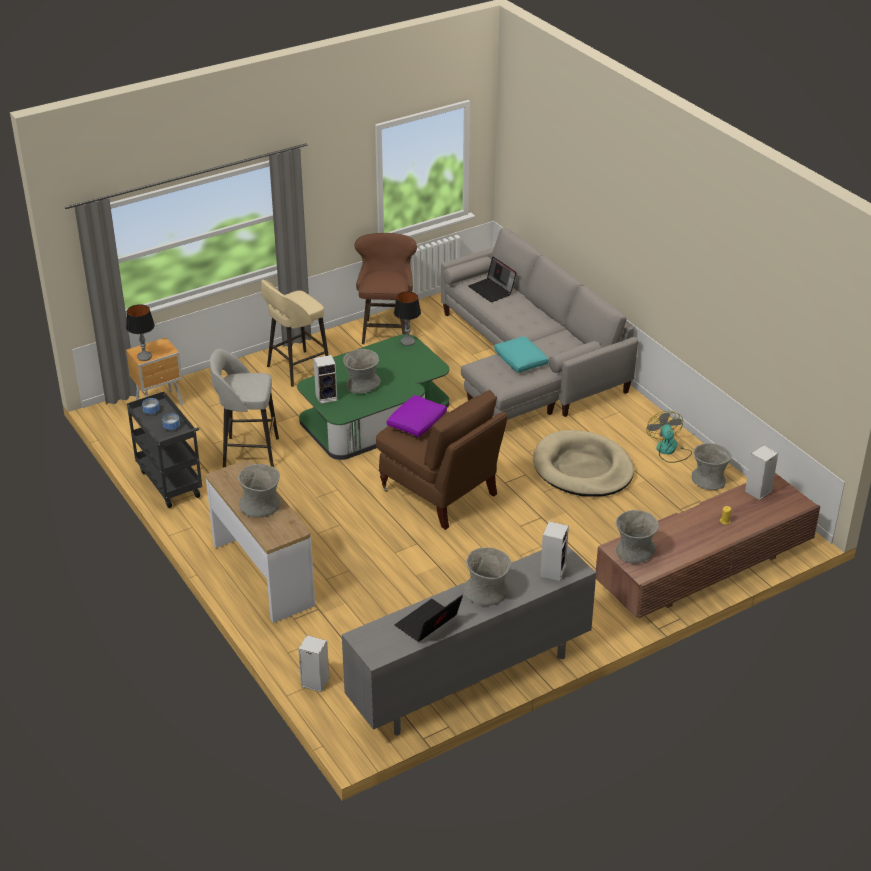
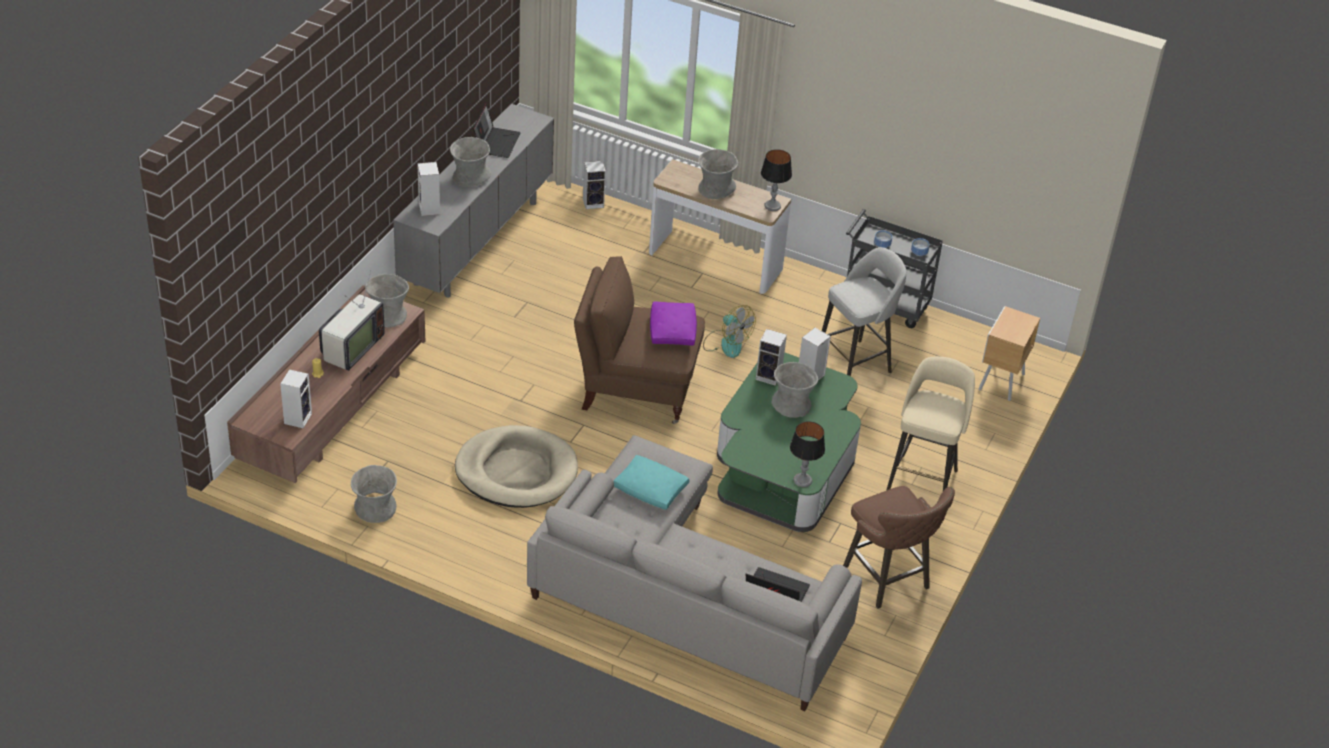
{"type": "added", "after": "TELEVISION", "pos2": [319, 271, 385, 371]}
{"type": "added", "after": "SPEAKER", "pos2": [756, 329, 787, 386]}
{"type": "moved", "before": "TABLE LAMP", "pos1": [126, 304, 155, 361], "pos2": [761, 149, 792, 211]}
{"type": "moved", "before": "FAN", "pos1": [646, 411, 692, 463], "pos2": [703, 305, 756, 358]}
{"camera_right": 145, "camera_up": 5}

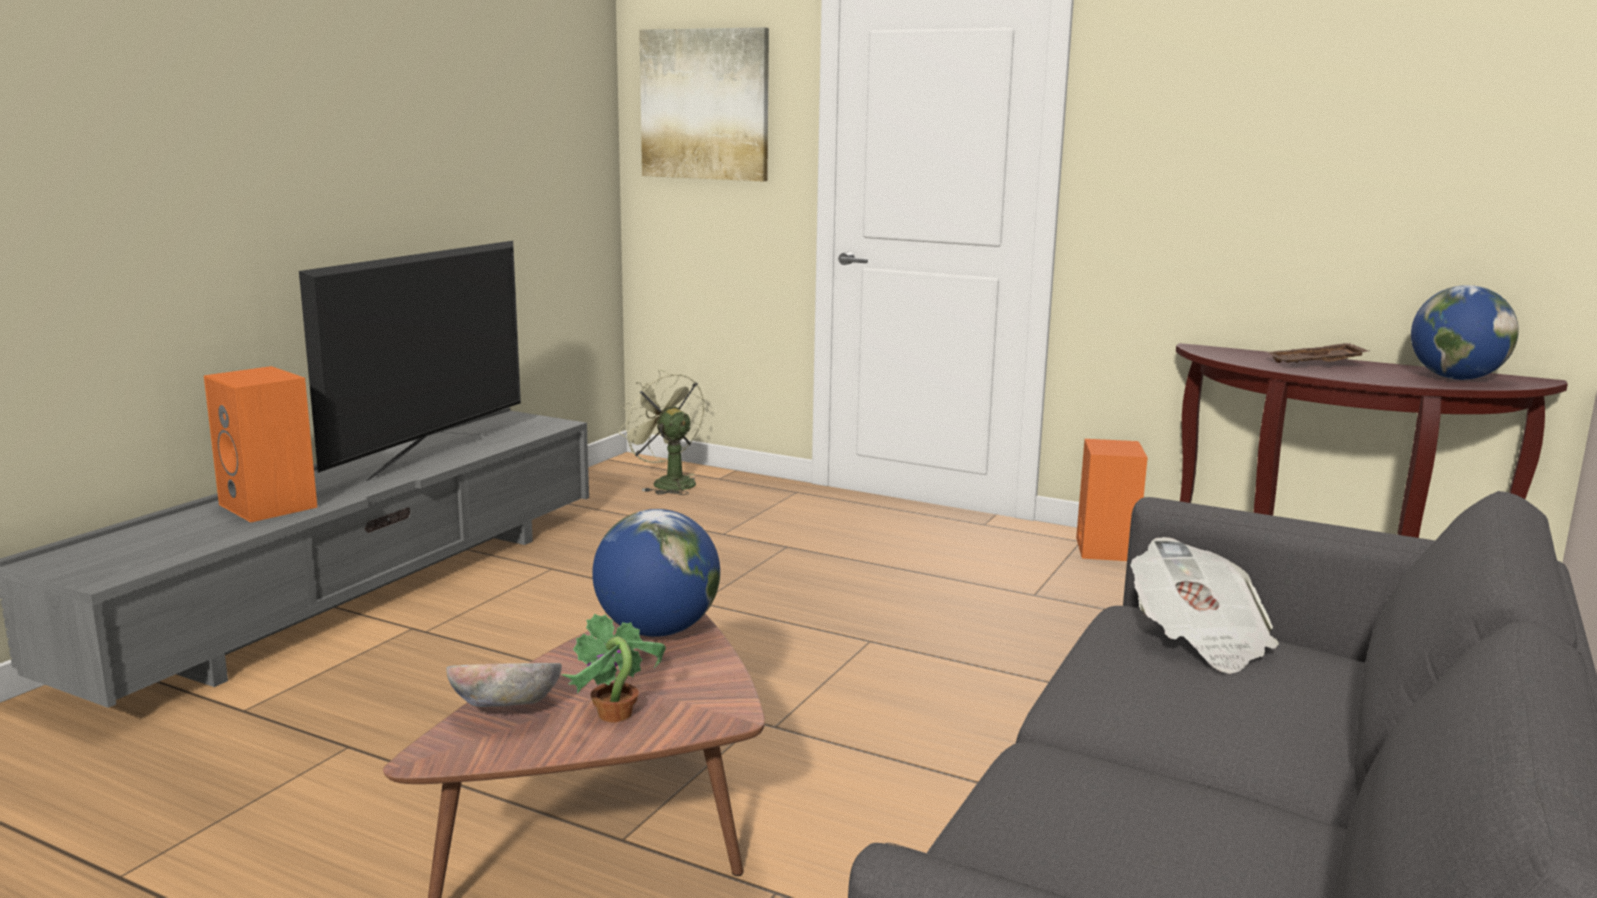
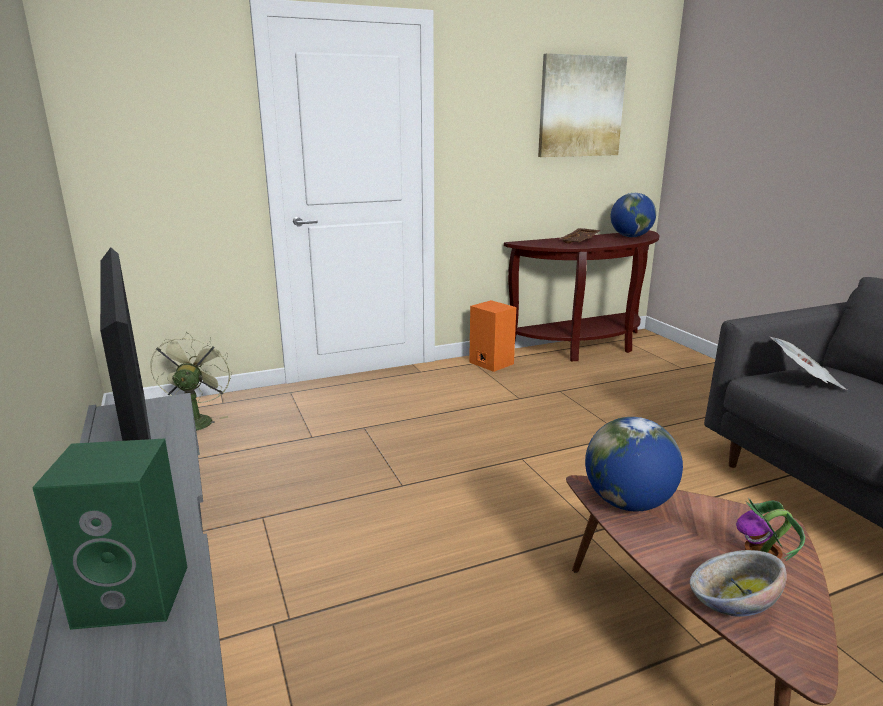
{"type": "moved", "before": "PICTURE", "pos1": [639, 27, 769, 181], "pos2": [538, 53, 627, 157]}
{"type": "recoloured", "before": "ORANGE SPEAKER", "after": "GREEN SPEAKER", "pos1": [204, 366, 317, 522], "pos2": [32, 439, 187, 630]}
{"type": "turned", "before": "GREEN FAN", "pos1": [619, 370, 704, 495], "pos2": [150, 332, 232, 431], "turn": 90}
{"camera_right": -50, "camera_up": 5}

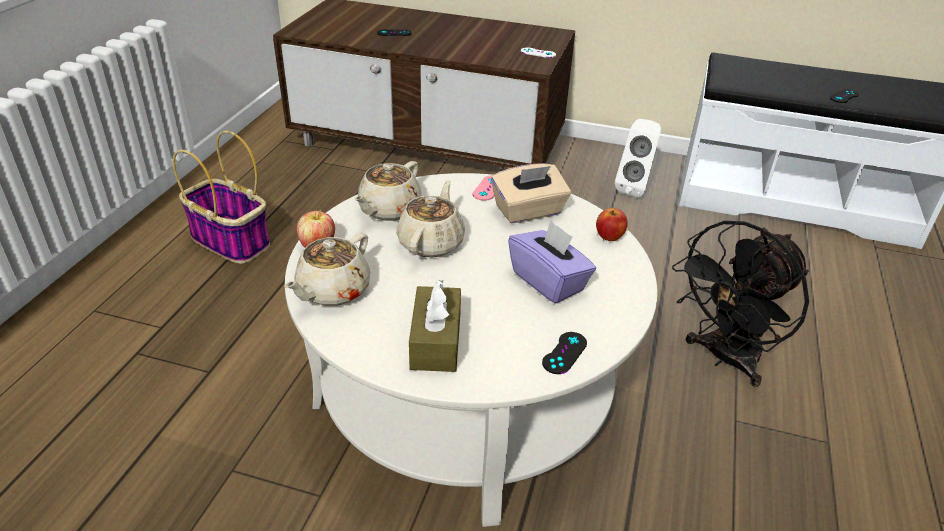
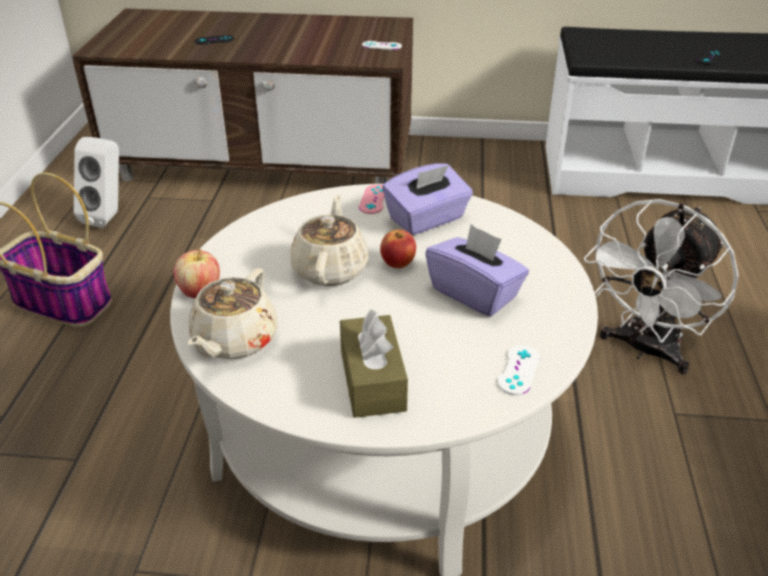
{"type": "removed", "before": "BEIGE TEAPOT", "pos1": [354, 161, 422, 221]}
{"type": "moved", "before": "APPLE", "pos1": [596, 208, 628, 241], "pos2": [380, 229, 416, 268]}
{"type": "moved", "before": "WHITE SPEAKER", "pos1": [615, 119, 661, 197], "pos2": [74, 137, 119, 228]}
{"type": "recoloured", "before": "BEIGE TISSUE BOX", "after": "PURPLE TISSUE BOX", "pos1": [491, 163, 571, 223], "pos2": [382, 163, 473, 235]}
{"type": "recoloured", "before": "BLACK GAME CONTROLLER", "after": "WHITE GAME CONTROLLER", "pos1": [542, 332, 587, 374], "pos2": [498, 345, 540, 395]}
{"type": "recoloured", "before": "BLACK FAN", "after": "WHITE FAN", "pos1": [672, 221, 809, 387], "pos2": [584, 199, 739, 374]}
{"camera_right": -10, "camera_up": 0}

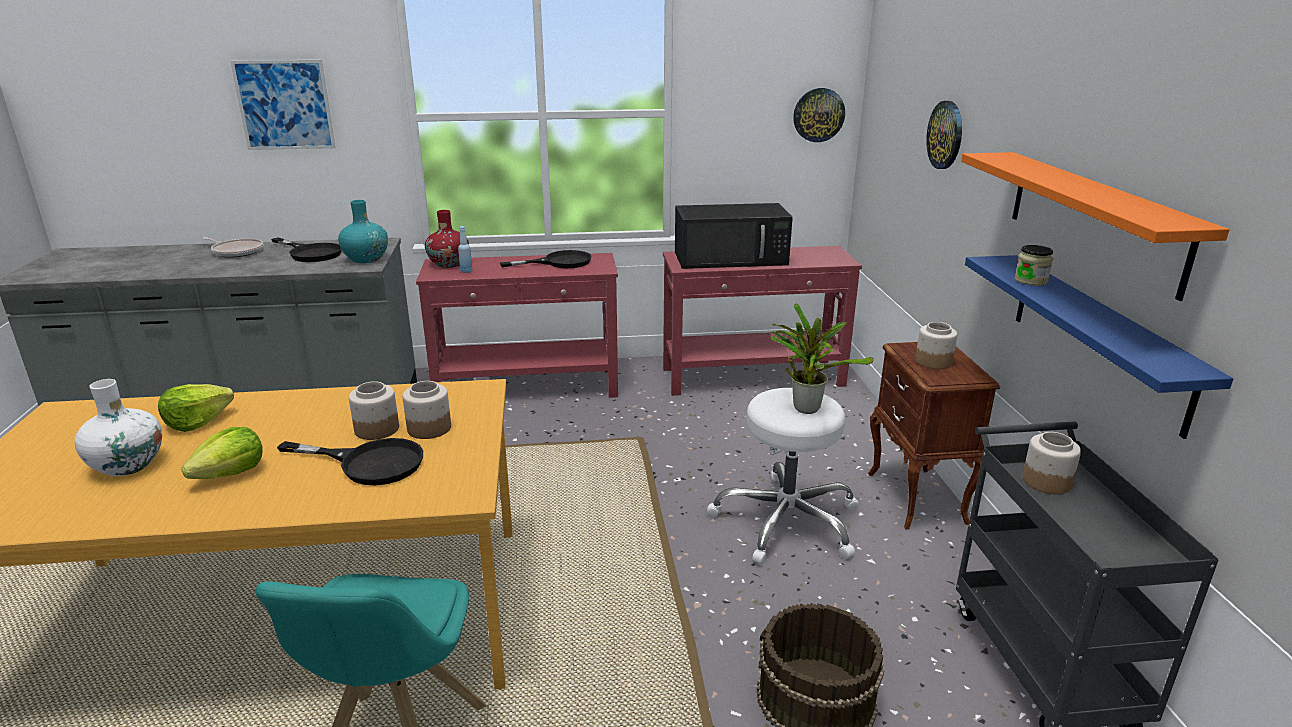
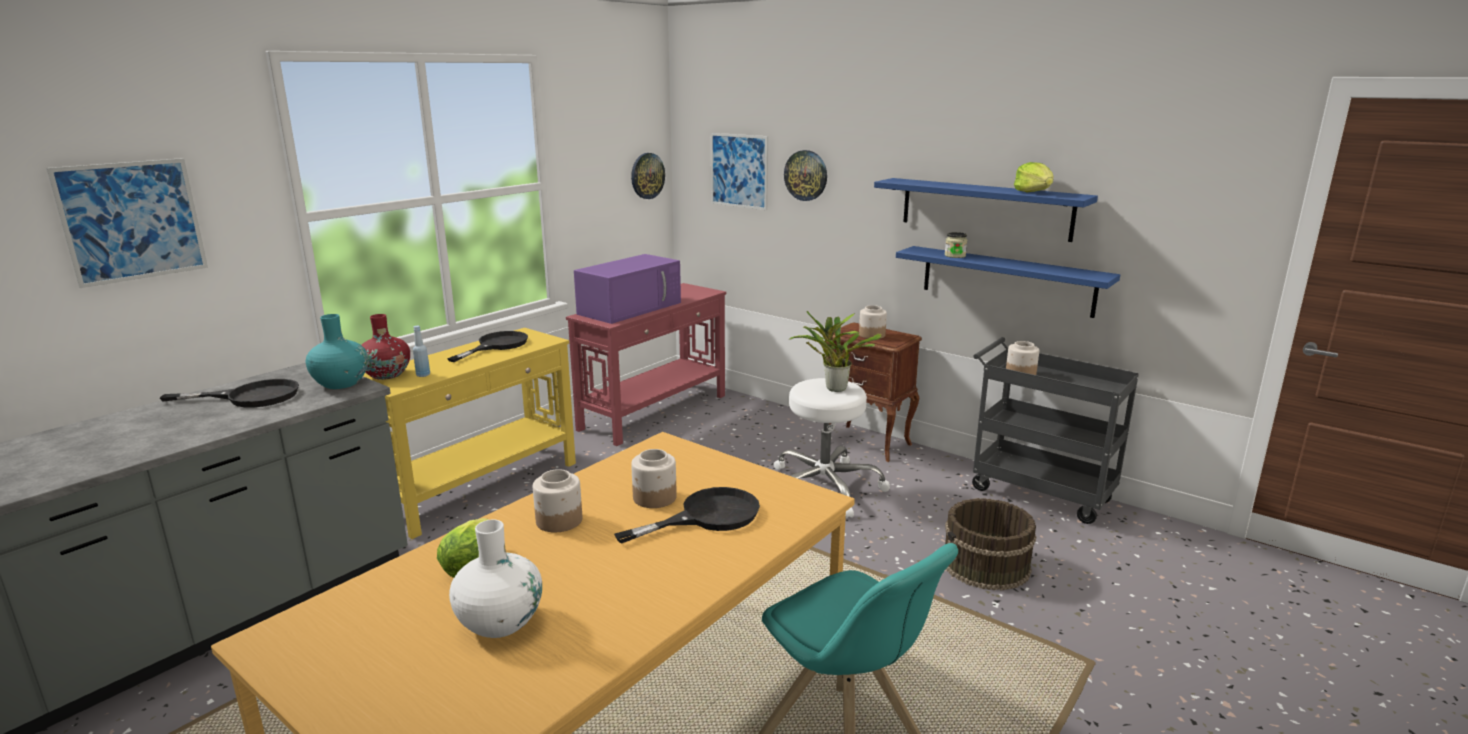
{"type": "removed", "before": "FRYING PAN", "pos1": [202, 237, 263, 257]}
{"type": "added", "after": "PICTURE", "pos2": [711, 133, 768, 210]}
{"type": "moved", "before": "LETTUCE", "pos1": [181, 427, 263, 479], "pos2": [1014, 162, 1054, 192]}
{"type": "moved", "before": "JAR", "pos1": [403, 381, 451, 439], "pos2": [533, 469, 582, 532]}
{"type": "recoloured", "before": "RED CONSOLE TABLE", "after": "YELLOW CONSOLE TABLE", "pos1": [416, 253, 618, 398], "pos2": [363, 328, 576, 539]}
{"type": "recoloured", "before": "BLACK MICROWAVE", "after": "PURPLE MICROWAVE", "pos1": [675, 203, 793, 269], "pos2": [574, 254, 681, 324]}
{"type": "recoloured", "before": "ORANGE SHELF", "after": "BLUE SHELF", "pos1": [961, 152, 1230, 301], "pos2": [874, 178, 1098, 242]}
{"camera_right": -45, "camera_up": -5}

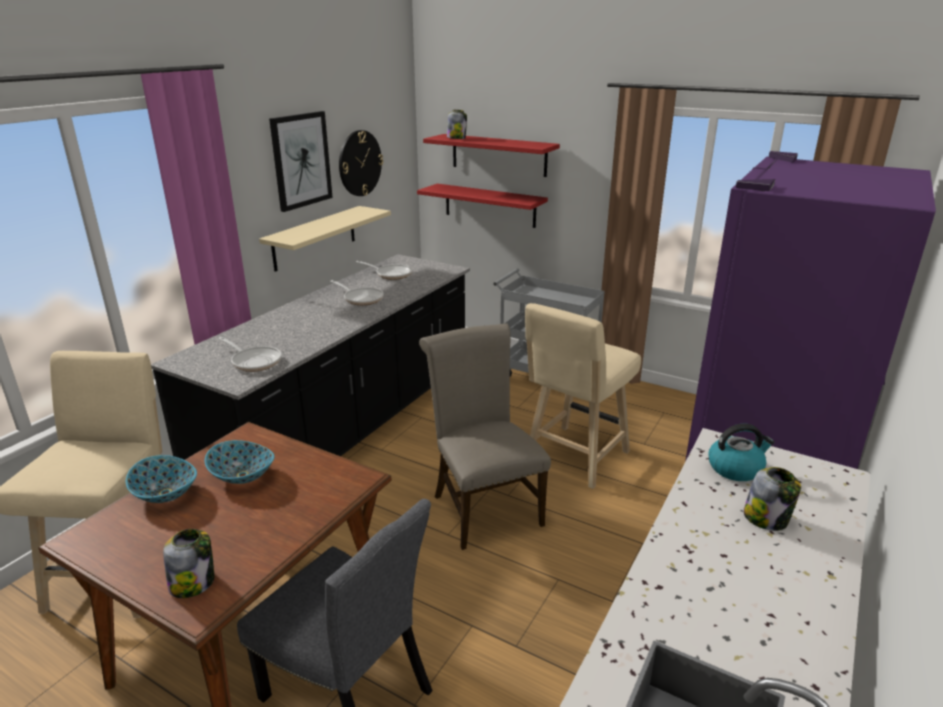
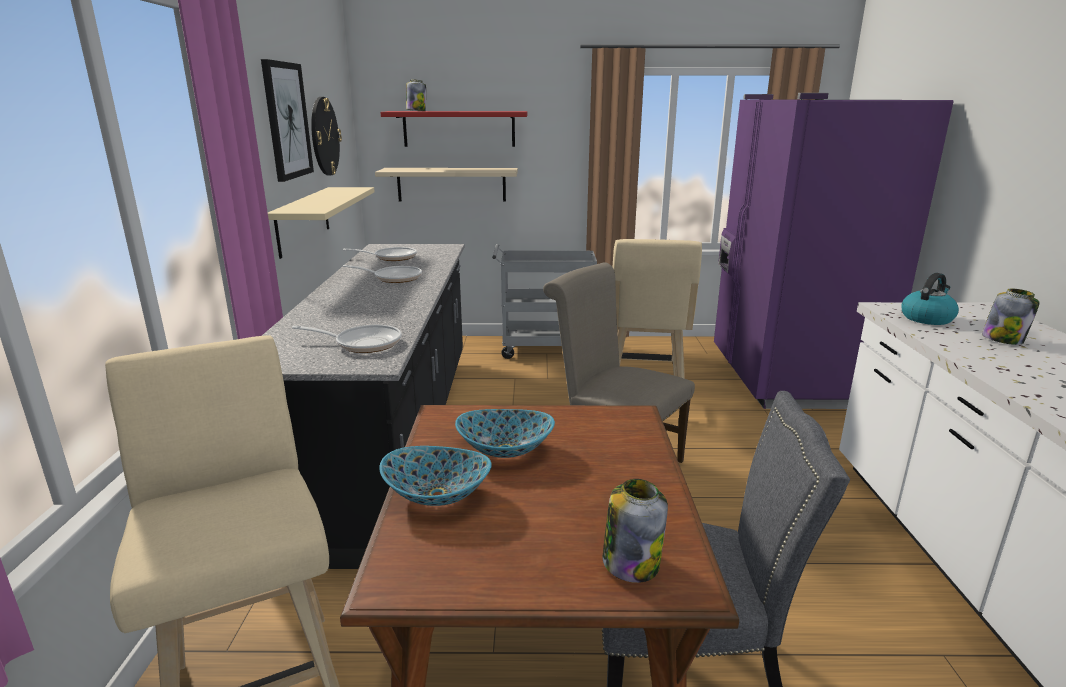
{"type": "recoloured", "before": "RED SHELF", "after": "BEIGE SHELF", "pos1": [417, 184, 548, 228], "pos2": [375, 168, 518, 201]}
{"camera_right": -30, "camera_up": -5}

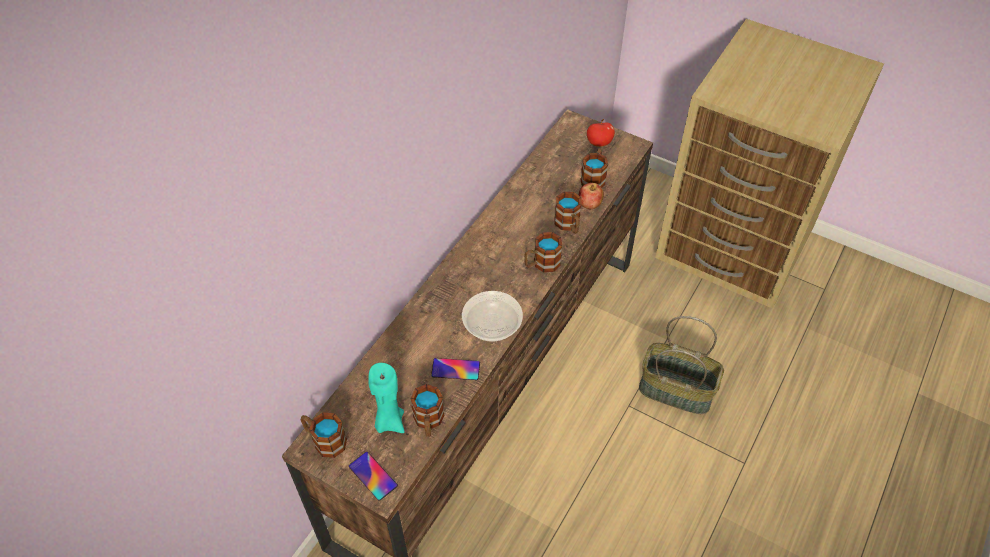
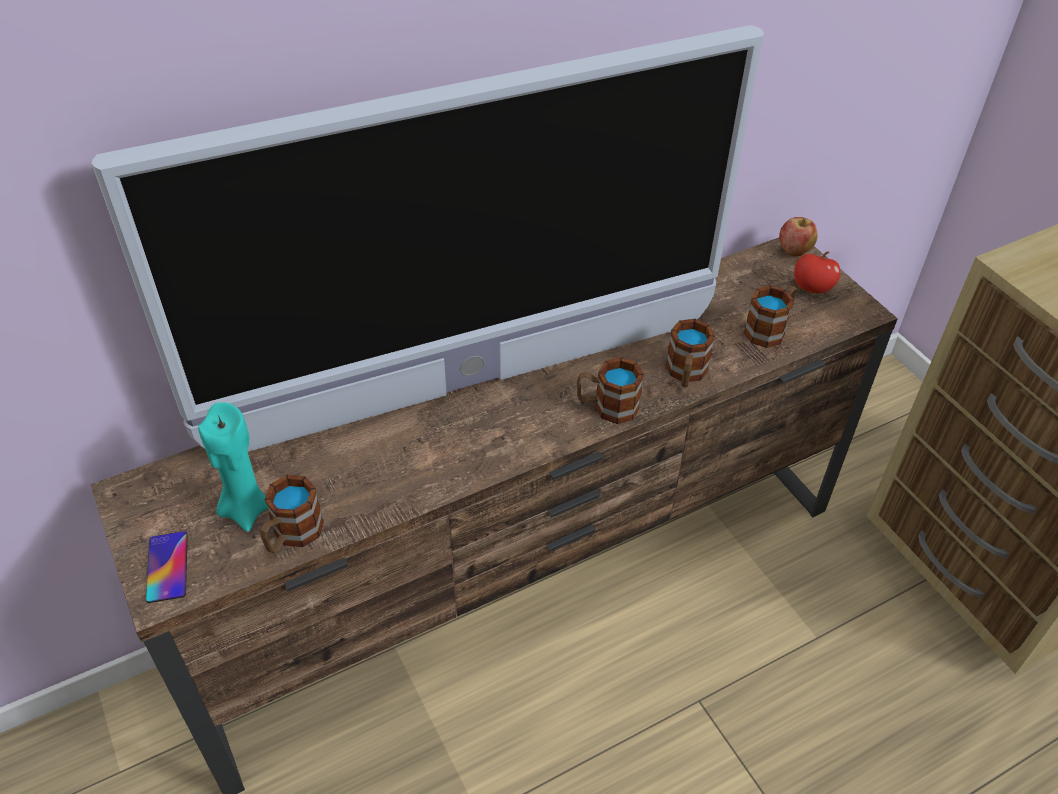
{"type": "removed", "before": "MUG", "pos1": [301, 412, 347, 458]}
{"type": "removed", "before": "PHONE", "pos1": [431, 358, 480, 380]}
{"type": "removed", "before": "BOWL", "pos1": [462, 291, 523, 342]}
{"type": "removed", "before": "BASKET", "pos1": [639, 316, 724, 414]}
{"type": "added", "after": "TELEVISION", "pos2": [92, 25, 764, 452]}
{"type": "moved", "before": "APPLE", "pos1": [579, 183, 604, 209], "pos2": [779, 217, 818, 256]}
{"camera_right": 30, "camera_up": -5}

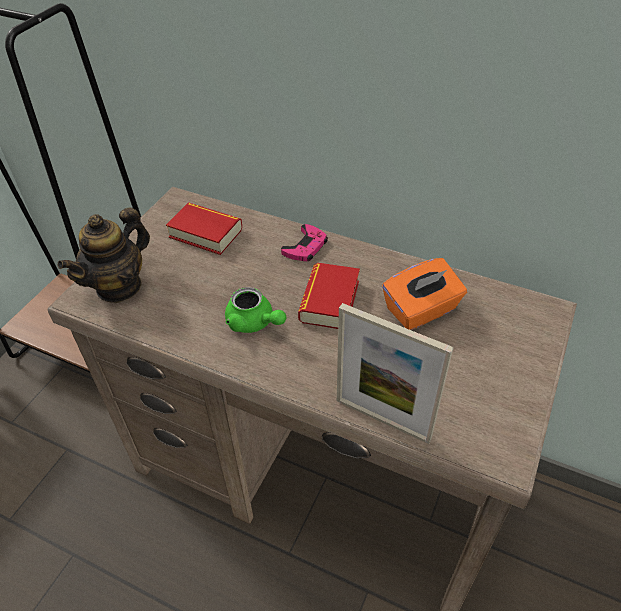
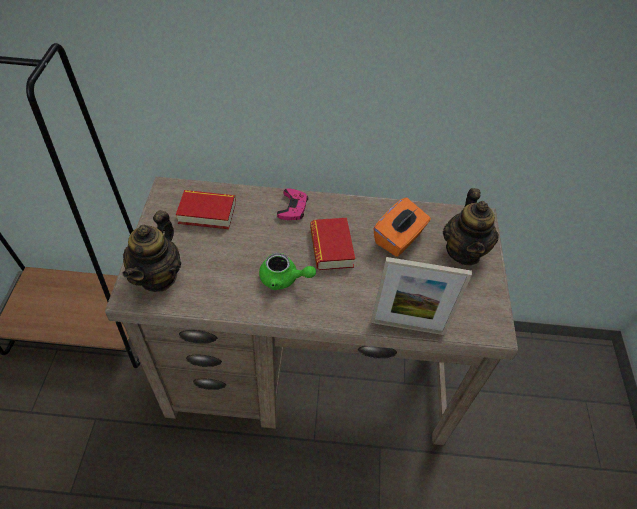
{"type": "added", "after": "TEAPOT", "pos2": [443, 188, 499, 265]}
{"camera_right": -25, "camera_up": 5}

